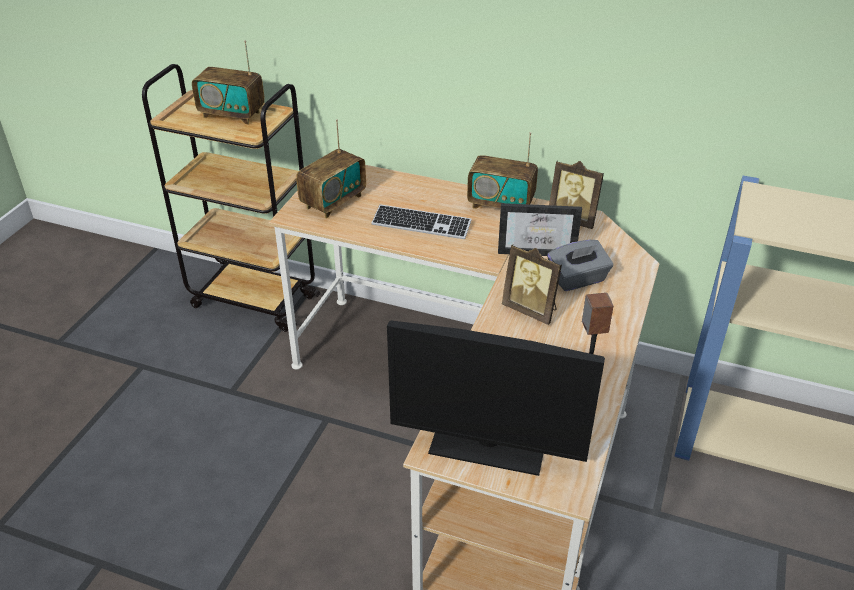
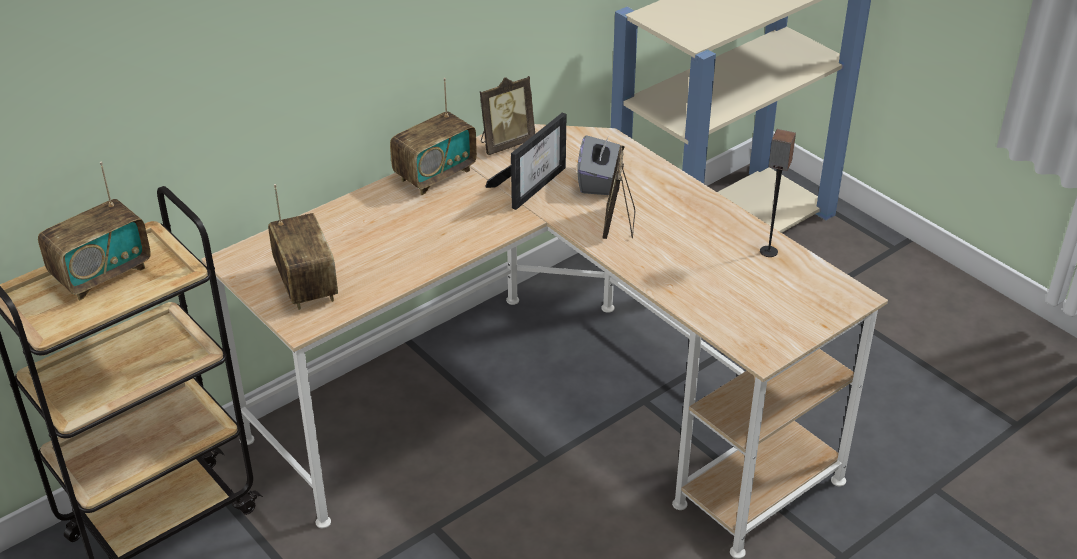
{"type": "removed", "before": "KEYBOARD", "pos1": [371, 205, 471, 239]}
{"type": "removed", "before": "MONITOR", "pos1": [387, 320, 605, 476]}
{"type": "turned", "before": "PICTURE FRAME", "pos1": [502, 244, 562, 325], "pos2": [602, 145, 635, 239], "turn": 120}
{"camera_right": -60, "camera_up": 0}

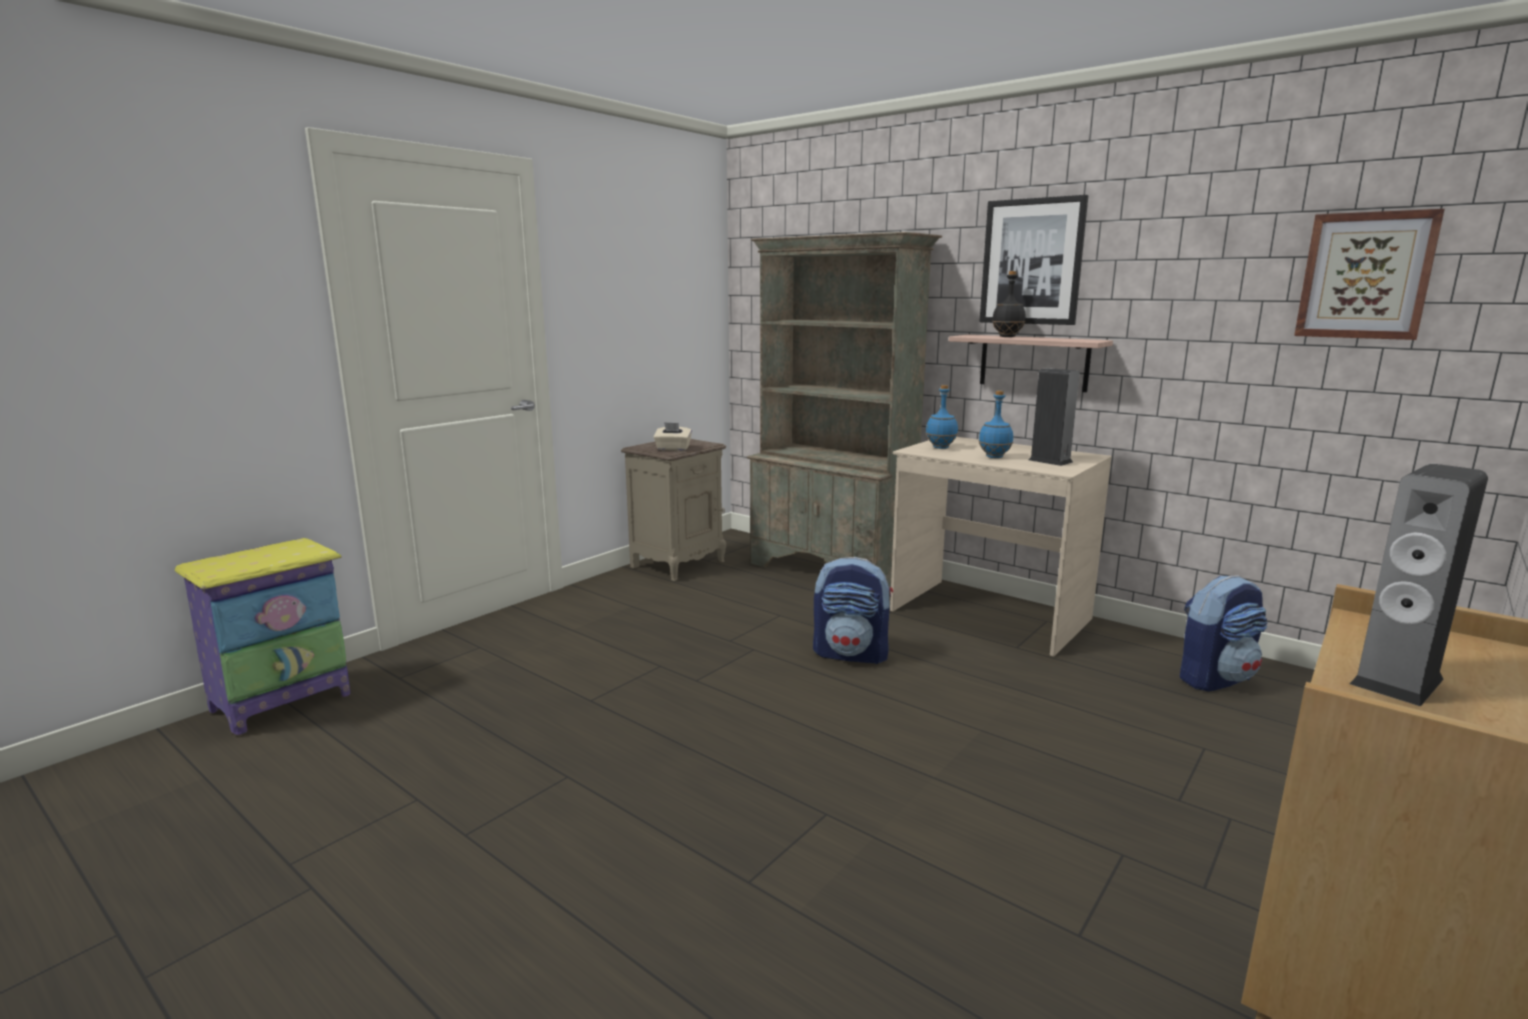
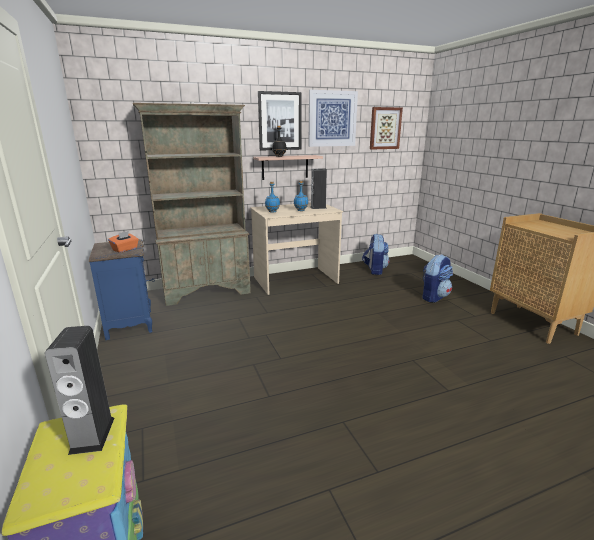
{"type": "added", "after": "PICTURE", "pos2": [308, 90, 358, 147]}
{"type": "moved", "before": "BACKPACK", "pos1": [813, 557, 893, 664], "pos2": [422, 254, 453, 303]}
{"type": "moved", "before": "SPEAKER", "pos1": [1350, 464, 1488, 706], "pos2": [45, 326, 115, 455]}
{"type": "recoloured", "before": "BEIGE NIGHTSTAND", "after": "BLUE NIGHTSTAND", "pos1": [621, 439, 726, 581], "pos2": [89, 239, 155, 340]}
{"type": "recoloured", "before": "BEIGE TISSUE BOX", "after": "ORANGE TISSUE BOX", "pos1": [654, 422, 692, 451], "pos2": [108, 231, 139, 253]}
{"camera_right": -60, "camera_up": 5}

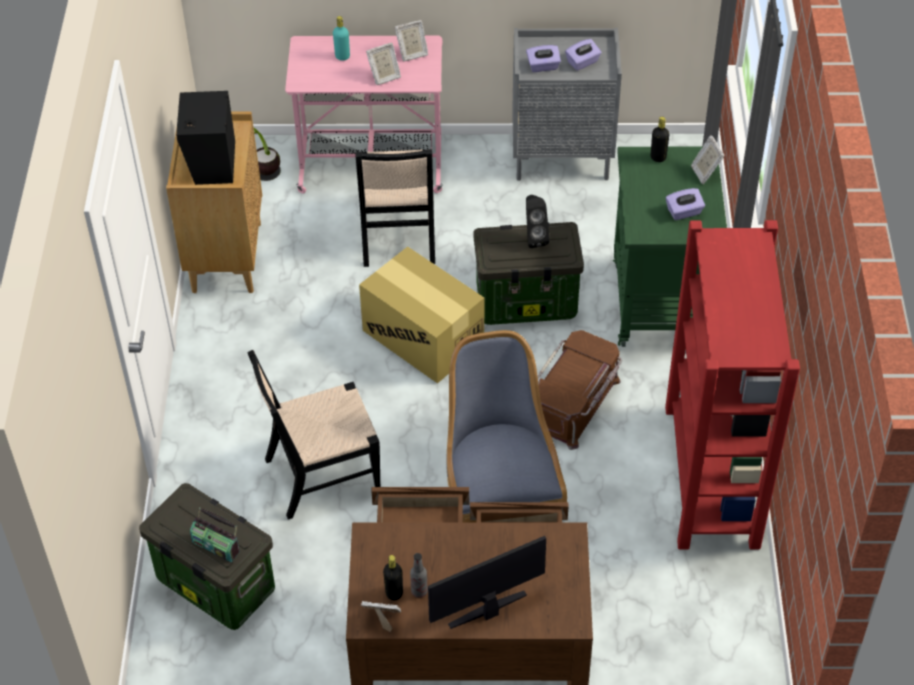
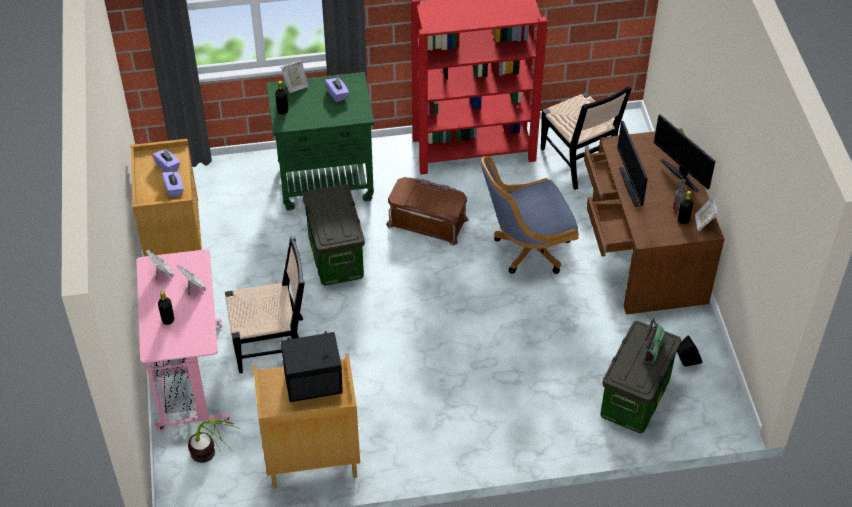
{"type": "removed", "before": "CARDBOARD BOX", "pos1": [359, 247, 484, 383]}
{"type": "added", "after": "MONITOR", "pos2": [617, 121, 648, 207]}
{"type": "moved", "before": "CHAIR", "pos1": [247, 350, 380, 520], "pos2": [541, 86, 631, 190]}
{"type": "moved", "before": "BLACK SPEAKER", "pos1": [526, 195, 550, 248], "pos2": [677, 336, 703, 366]}
{"type": "recoloured", "before": "TURQUOISE BOTTLE", "after": "BLACK BOTTLE", "pos1": [333, 16, 350, 61], "pos2": [158, 291, 174, 325]}
{"type": "recoloured", "before": "GREY CABINET", "after": "BROWN CABINET", "pos1": [512, 28, 622, 181], "pos2": [130, 139, 202, 257]}
{"camera_right": -100, "camera_up": 0}

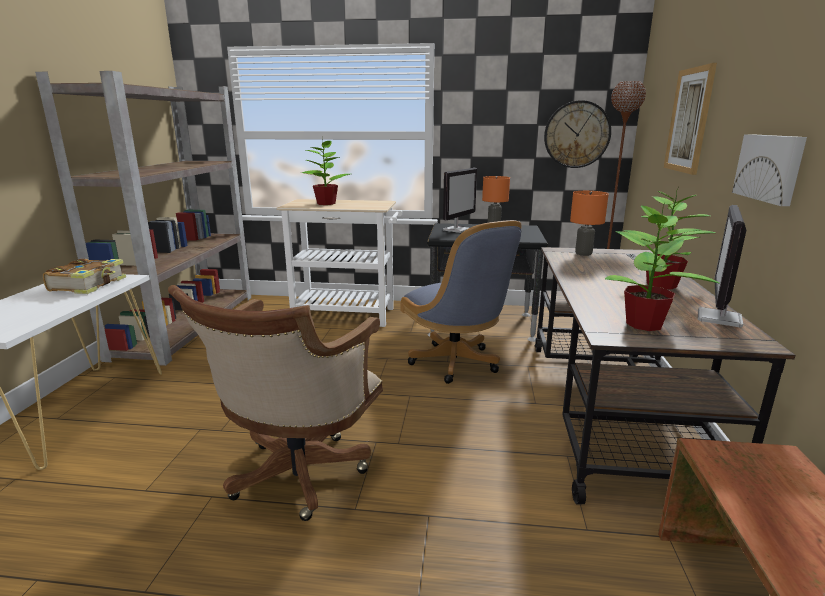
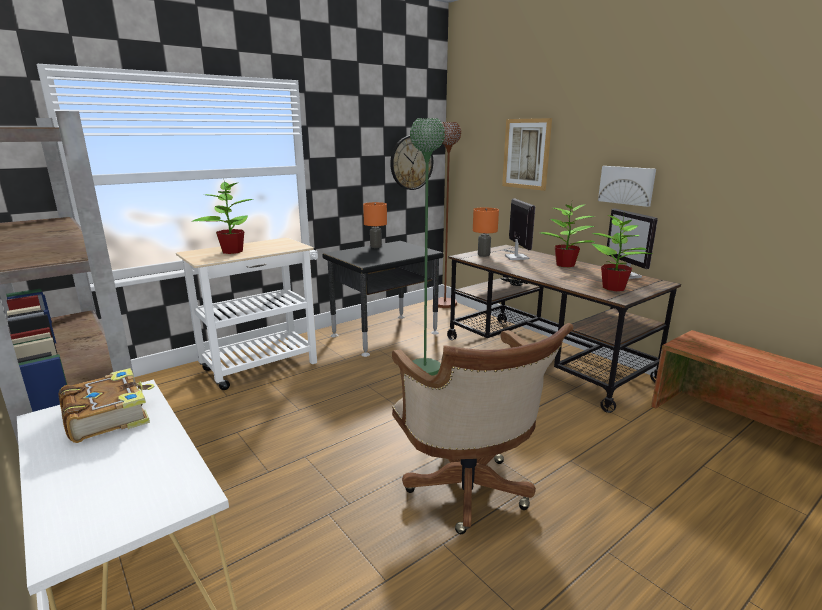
{"type": "moved", "before": "MONITOR", "pos1": [443, 168, 477, 233], "pos2": [505, 198, 535, 260]}
{"type": "replaced", "before": "BLUE OFFICE CHAIR", "after": "GREEN FLOOR LAMP", "pos1": [400, 220, 521, 384], "pos2": [410, 118, 445, 376]}
{"camera_right": -45, "camera_up": 0}

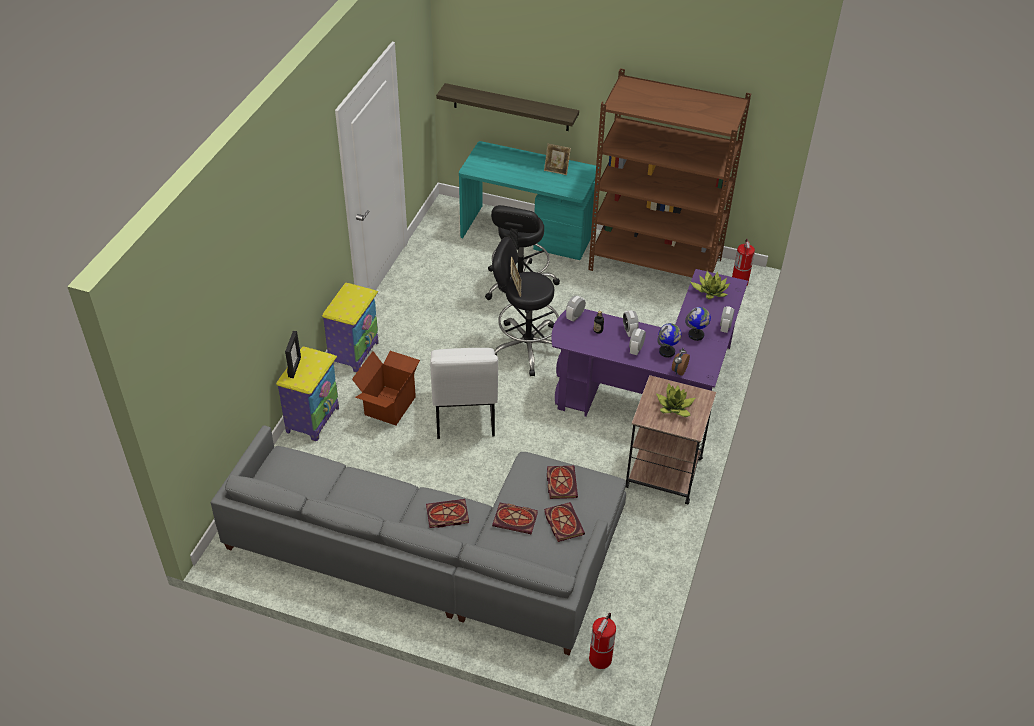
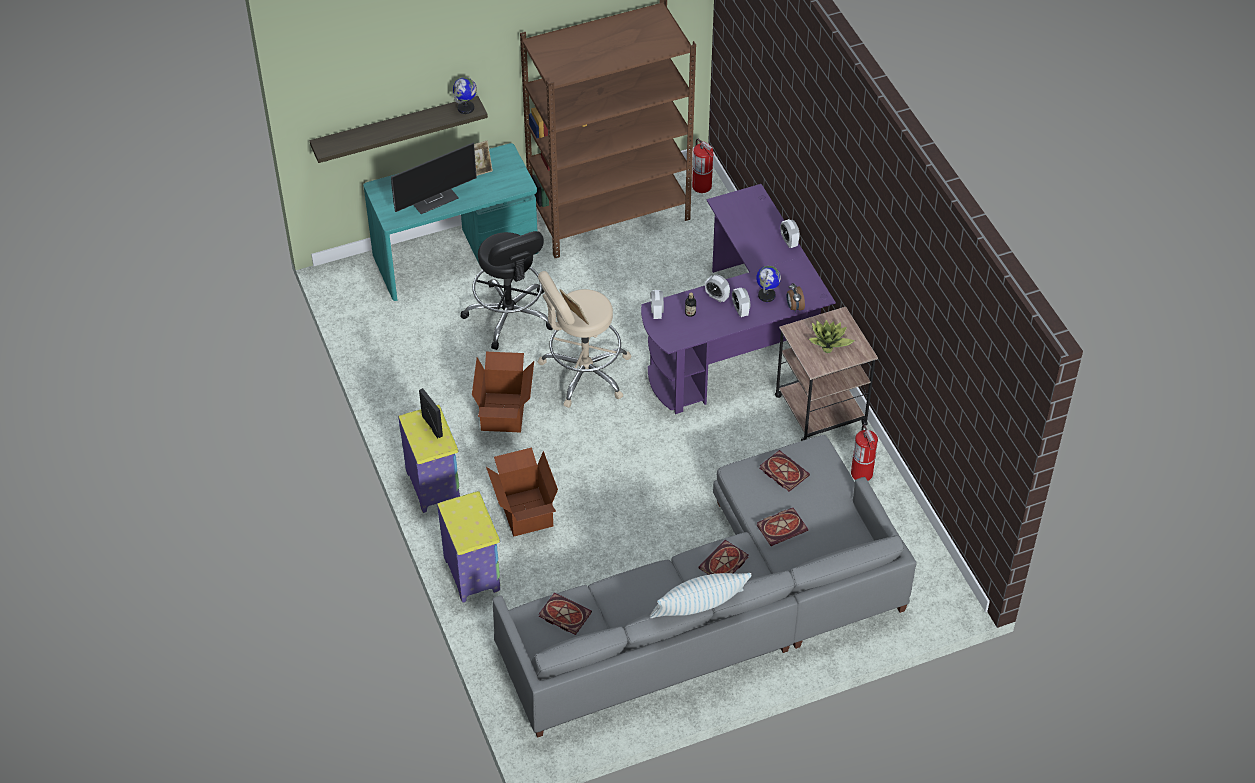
{"type": "removed", "before": "WHITE CHAIR", "pos1": [430, 348, 498, 439]}
{"type": "removed", "before": "POTTED PLANT", "pos1": [690, 271, 730, 299]}
{"type": "added", "after": "MONITOR", "pos2": [391, 142, 477, 214]}
{"type": "added", "after": "CARDBOARD BOX", "pos2": [472, 352, 534, 433]}
{"type": "added", "after": "PILLOW", "pos2": [650, 573, 751, 618]}
{"type": "moved", "before": "PICTURE FRAME", "pos1": [285, 331, 301, 378], "pos2": [419, 388, 443, 439]}
{"type": "moved", "before": "BOOK", "pos1": [544, 502, 585, 542], "pos2": [539, 592, 592, 635]}
{"type": "moved", "before": "FIRE EXTINGUISHER", "pos1": [589, 613, 616, 669], "pos2": [851, 424, 878, 481]}
{"type": "moved", "before": "GLOBE", "pos1": [685, 307, 711, 341], "pos2": [453, 77, 477, 114]}
{"type": "recoloured", "before": "BLACK STOOL", "after": "BEIGE STOOL", "pos1": [492, 237, 559, 376], "pos2": [538, 271, 631, 408]}
{"camera_right": -40, "camera_up": 5}

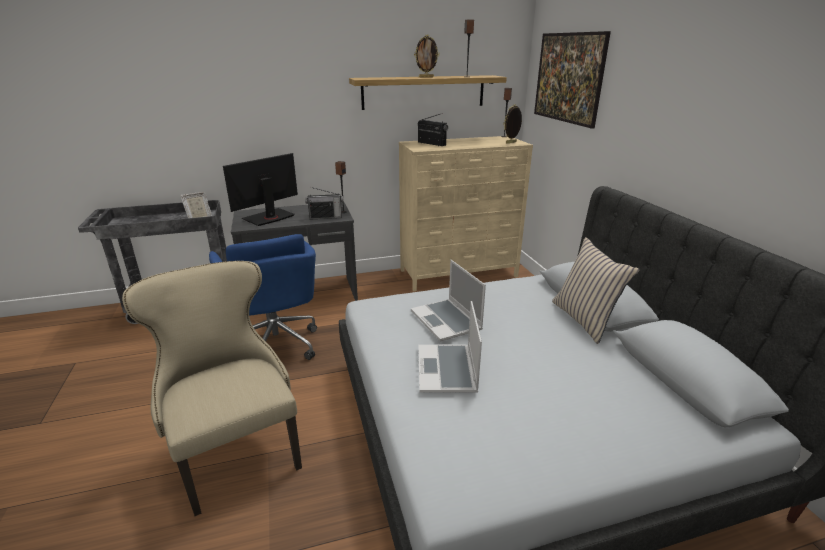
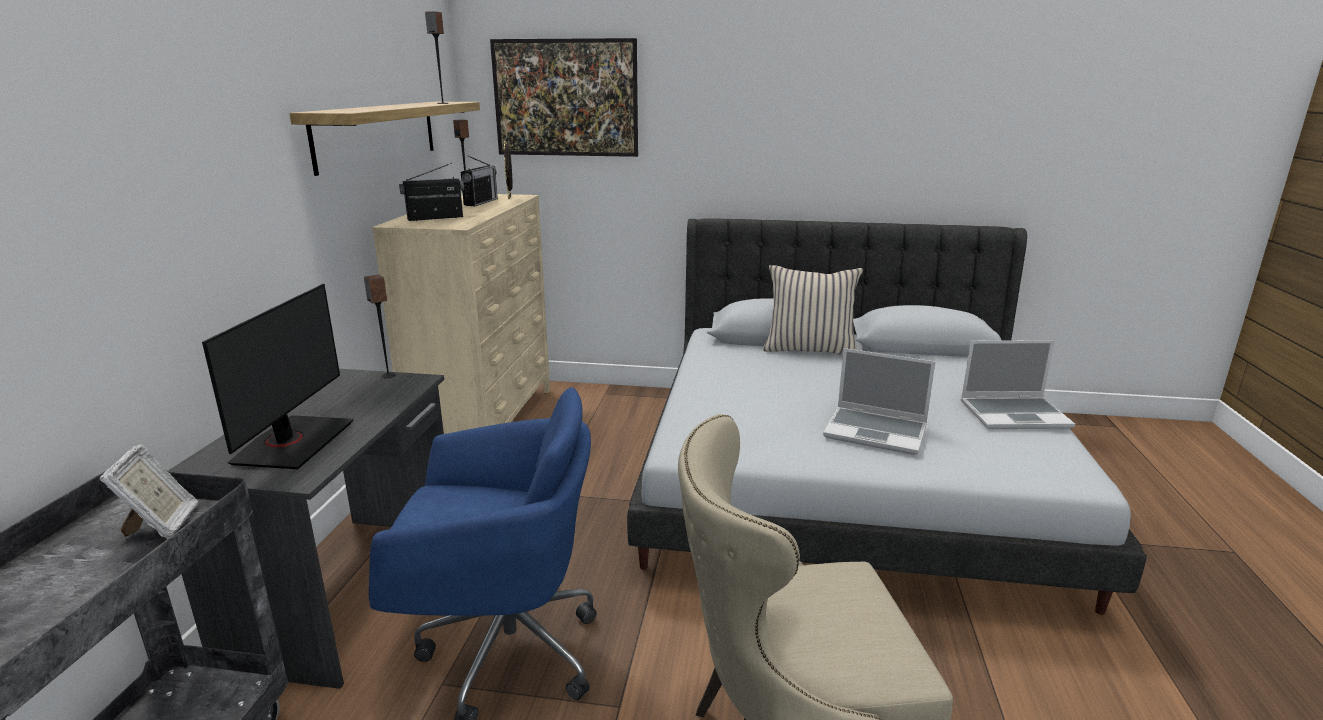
{"type": "removed", "before": "PICTURE FRAME", "pos1": [414, 35, 439, 78]}
{"type": "moved", "before": "RADIO", "pos1": [305, 187, 343, 219], "pos2": [461, 156, 498, 206]}
{"type": "moved", "before": "LAPTOP", "pos1": [411, 260, 486, 342], "pos2": [961, 340, 1075, 429]}
{"type": "turned", "before": "MONITOR", "pos1": [223, 153, 298, 226], "pos2": [202, 284, 354, 469], "turn": -150}
{"camera_right": -65, "camera_up": -5}

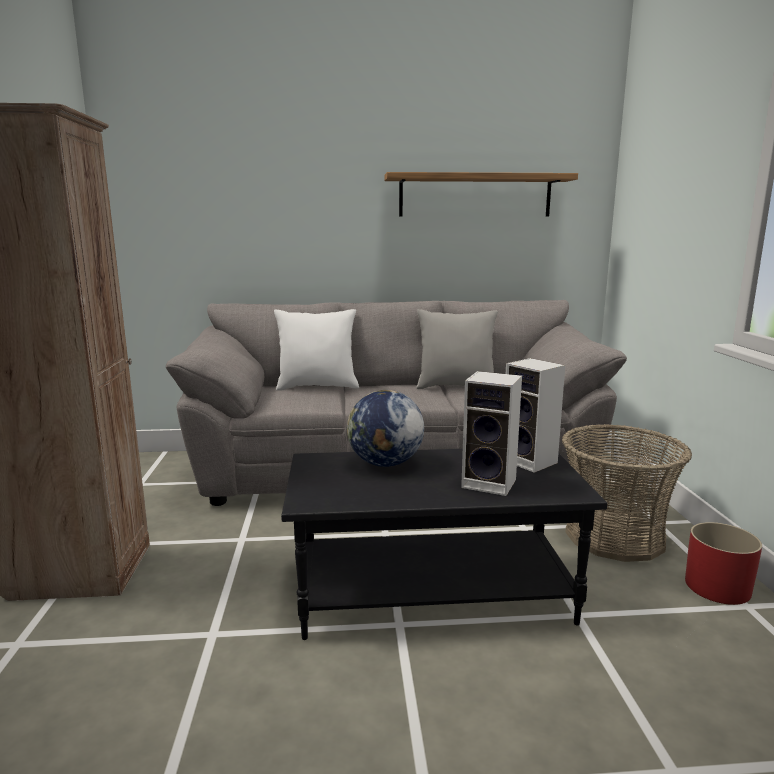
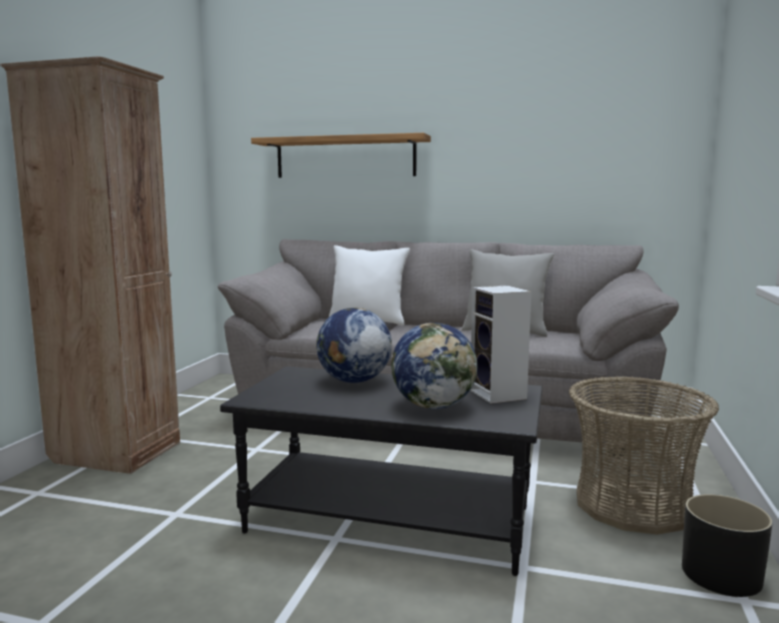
{"type": "moved", "before": "SHELF", "pos1": [384, 172, 578, 217], "pos2": [251, 133, 431, 178]}
{"type": "replaced", "before": "SPEAKER", "after": "GLOBE", "pos1": [461, 371, 522, 496], "pos2": [391, 323, 478, 409]}
{"type": "recoloured", "before": "RED PLANTER", "after": "BLACK PLANTER", "pos1": [685, 522, 762, 605], "pos2": [682, 494, 773, 597]}
{"camera_right": 20, "camera_up": -5}

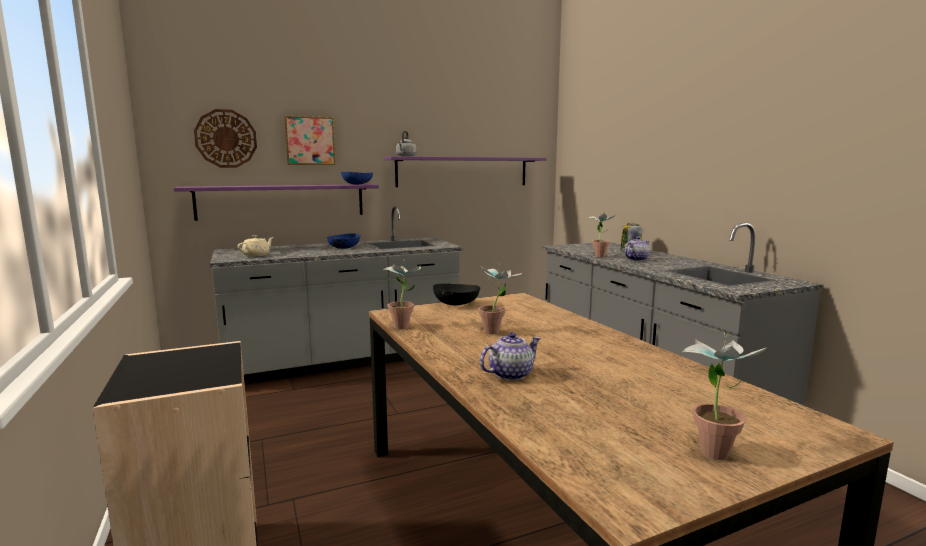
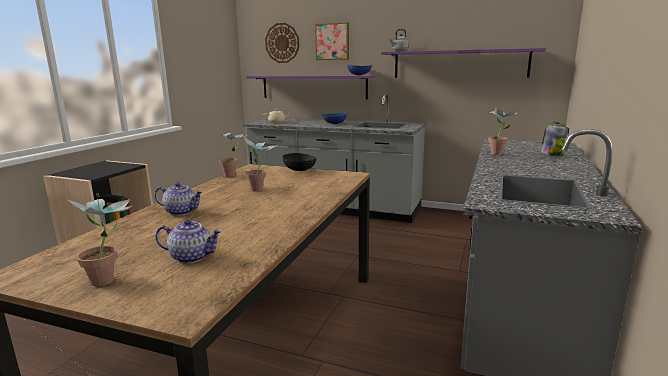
{"type": "moved", "before": "TEAPOT", "pos1": [624, 236, 650, 261], "pos2": [156, 219, 222, 264]}
{"camera_right": 45, "camera_up": 5}

